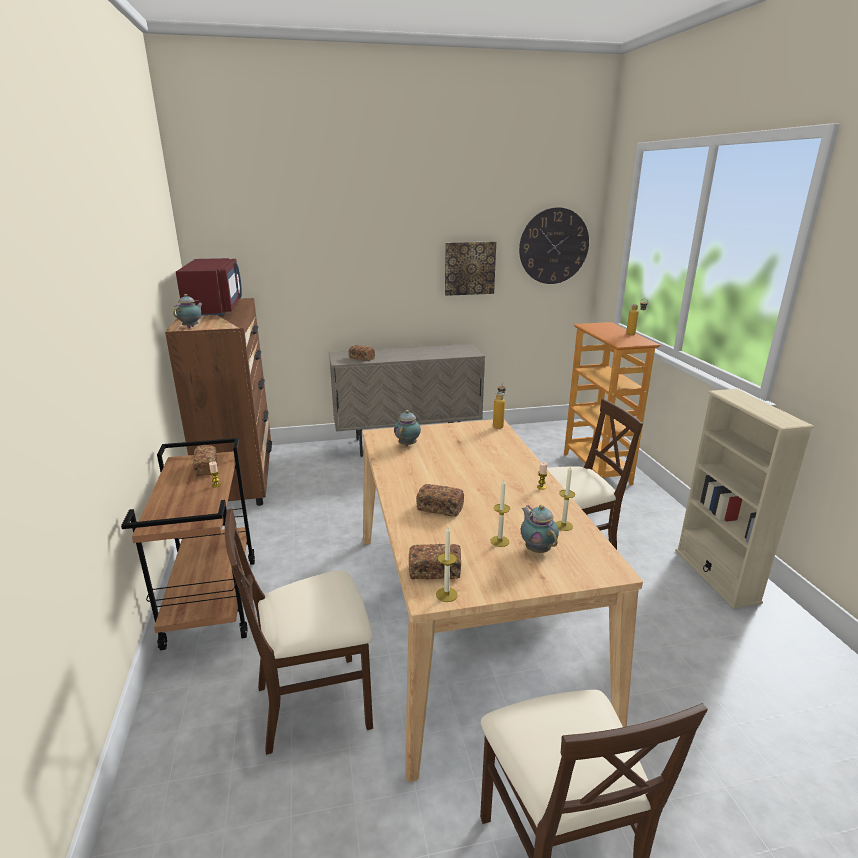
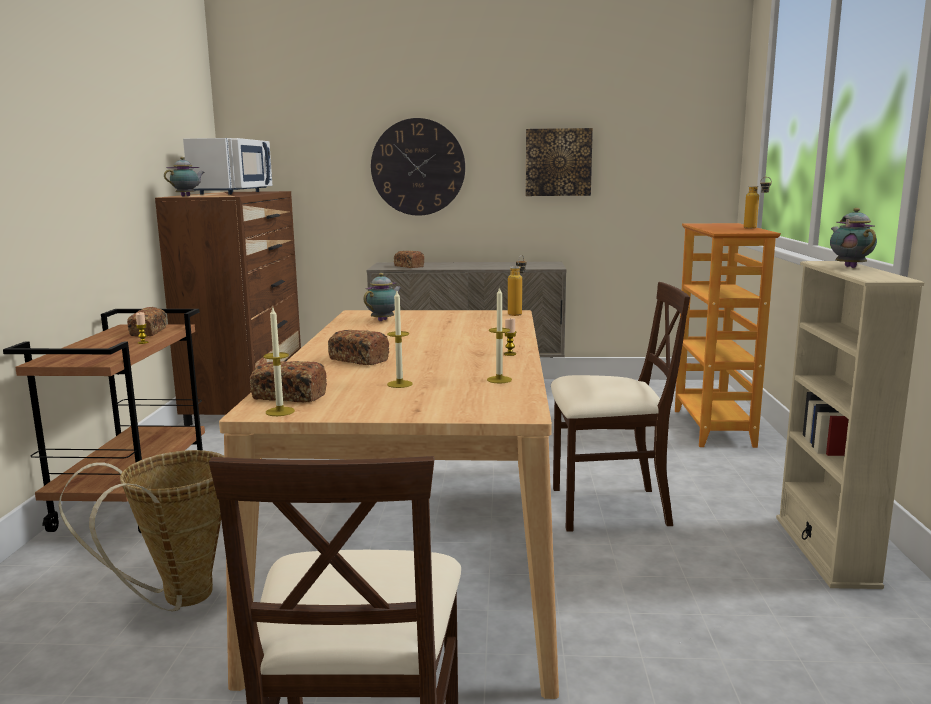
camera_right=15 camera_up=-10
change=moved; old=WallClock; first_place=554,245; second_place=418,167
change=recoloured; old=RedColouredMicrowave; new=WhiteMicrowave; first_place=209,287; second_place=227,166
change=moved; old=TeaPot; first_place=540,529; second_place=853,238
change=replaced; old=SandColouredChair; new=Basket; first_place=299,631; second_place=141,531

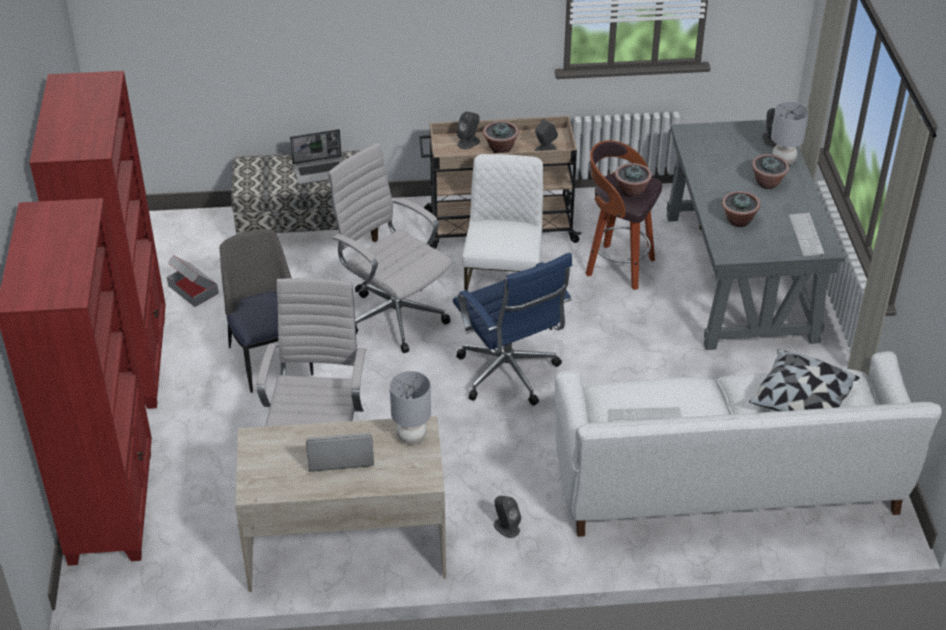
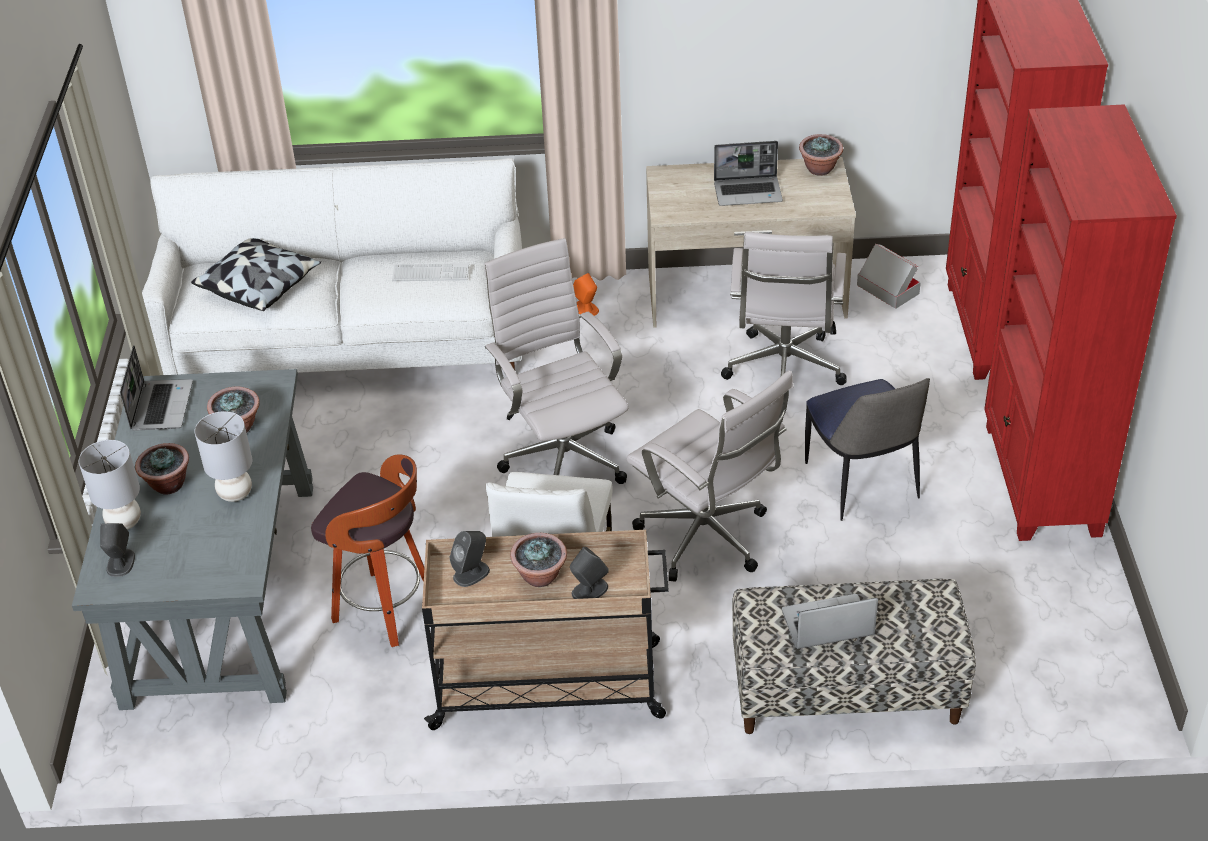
camera_right=-175 camera_up=0
change=moved; old=Houseplant; first_place=633,180; second_place=821,155
change=replaced; old=ComputerKeyboard; new=NotebookComputer; first_place=807,234; second_place=156,388
change=recoloured; old=BluishComputerChair; new=WhiteComputerChair; first_place=512,328; second_place=556,361
change=moved; old=PackingBox; first_place=193,281; second_place=889,276
change=moved; old=GreyTableLamp; first_place=410,407; second_place=223,456
change=recoloured; old=GreySpeaker; new=OrangeSpeaker; first_place=507,517; second_place=586,294

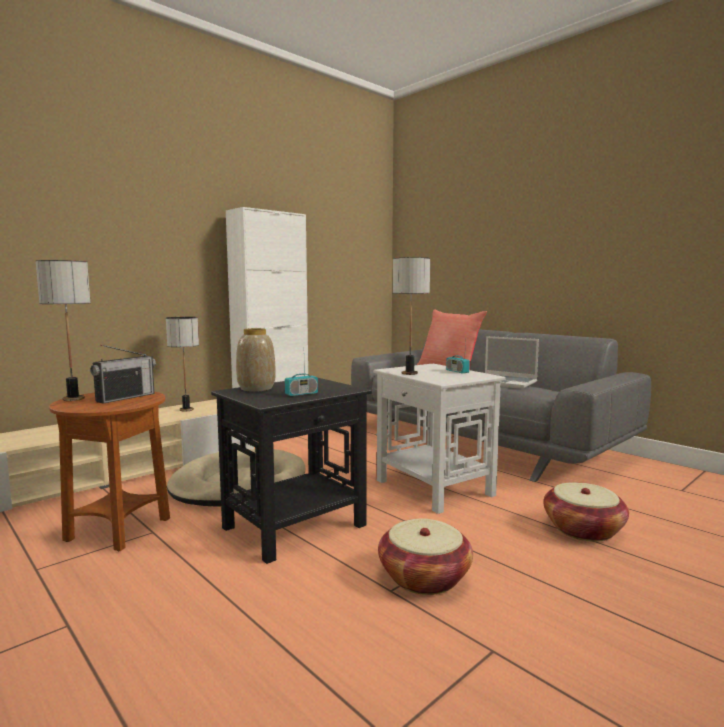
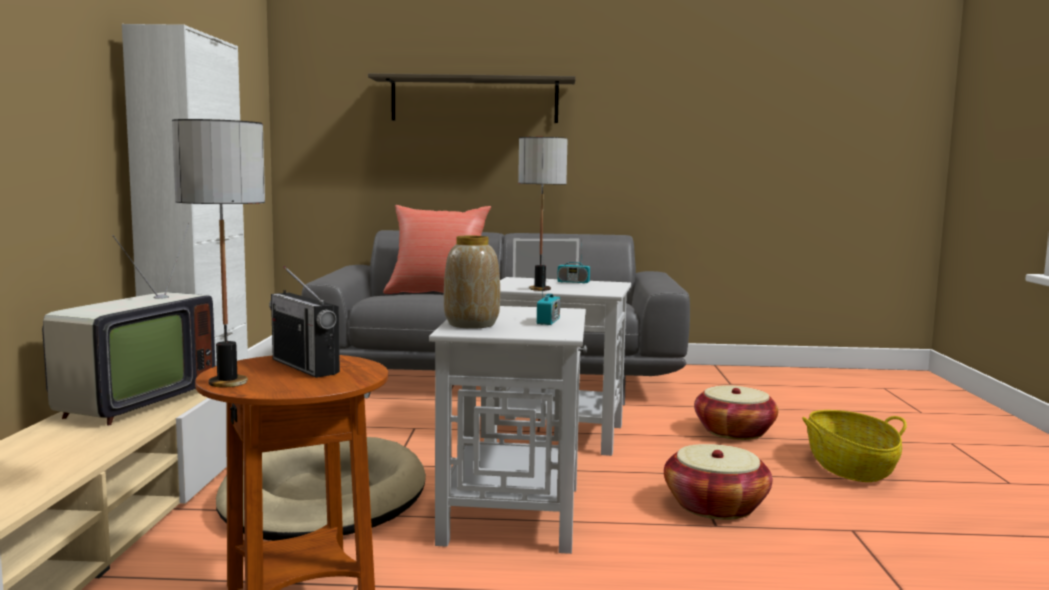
camera_right=-45 camera_up=0
change=replaced; old=TableLamp; new=Tv; first_place=182,364; second_place=128,324
change=turned; old=RadioSet; first_place=123,374; second_place=304,322; degrees=150
change=recoloured; old=BlackEndTable; new=WhiteEndTable; first_place=291,471; second_place=508,430
change=added; new=WallShelf; second_place=472,98
change=added; new=Basket; second_place=854,446

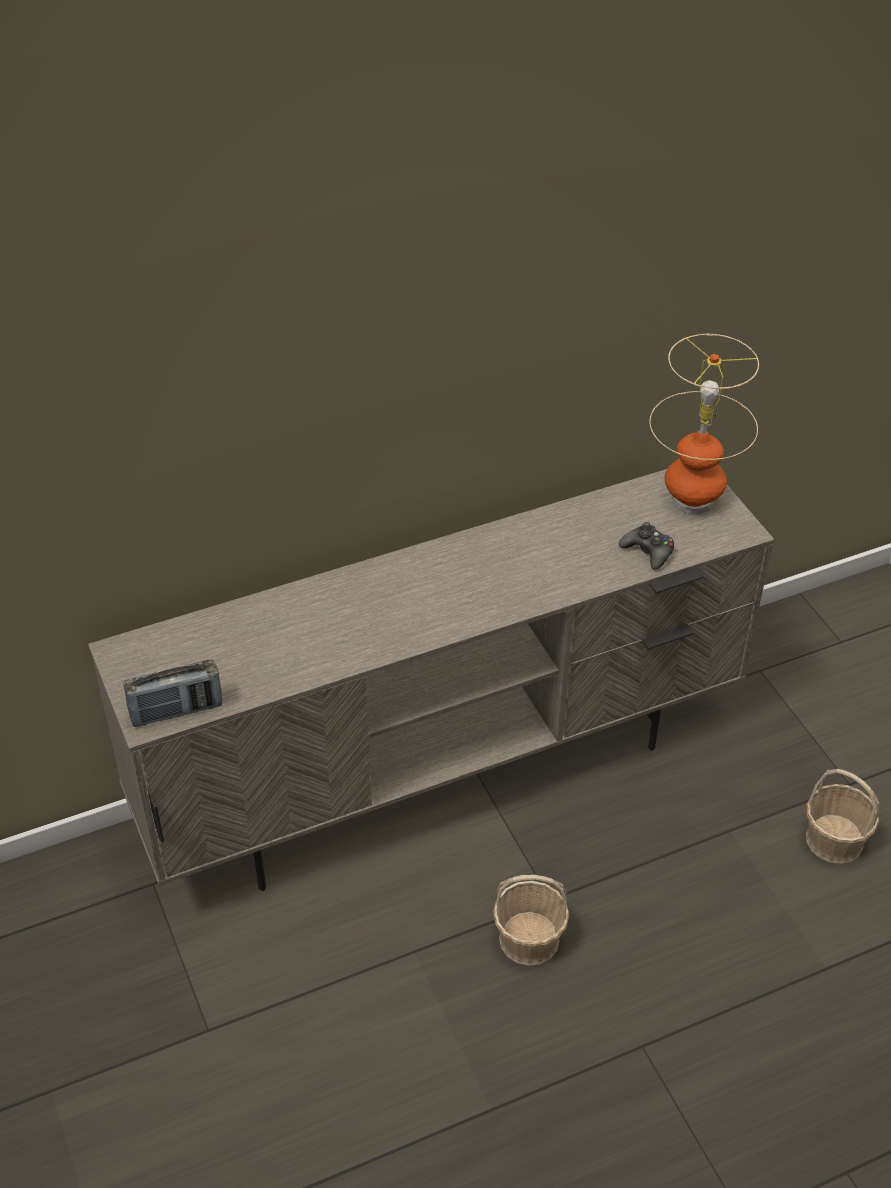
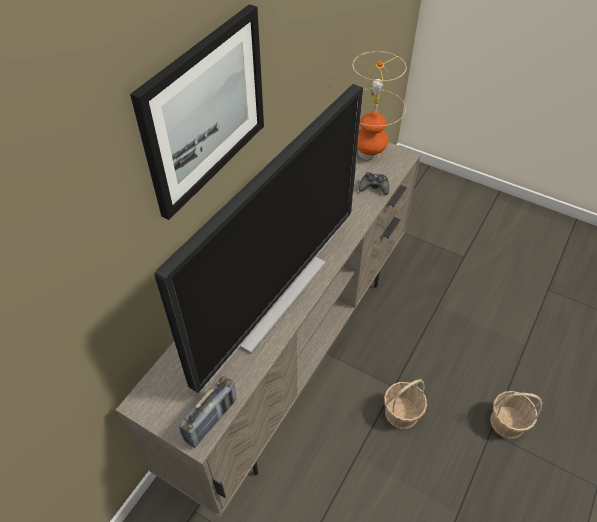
camera_right=-35 camera_up=5
change=moved; old=Basket; first_place=842,816; second_place=516,415
change=added; new=WallPicture; second_place=197,112
change=added; new=Tv; second_place=258,238

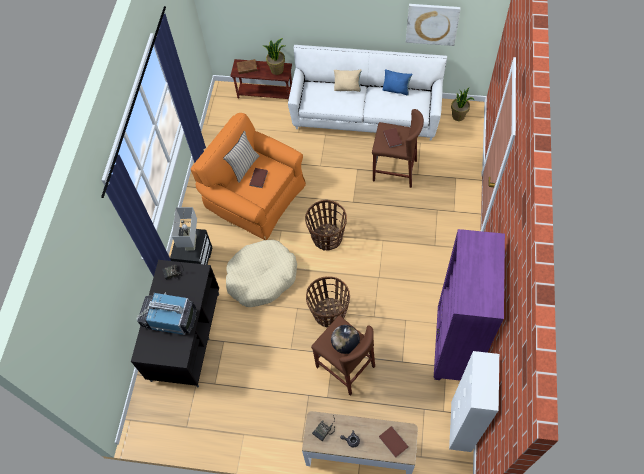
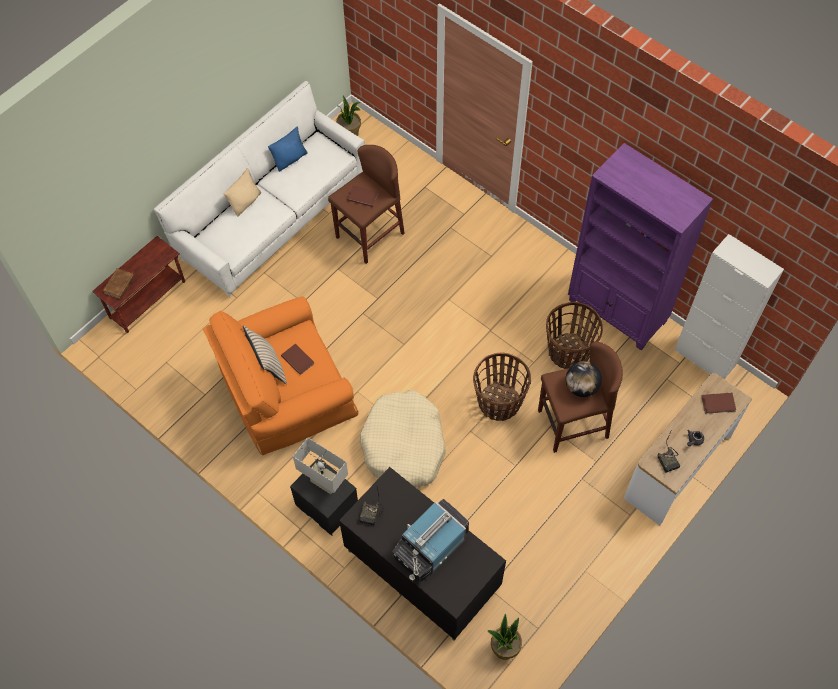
camera_right=-60 camera_up=0
change=removed; old=WallPicture; first_place=433,25
change=moved; old=Houseplant; first_place=274,56; second_place=505,636
change=moved; old=Basket; first_place=326,225; second_place=574,335

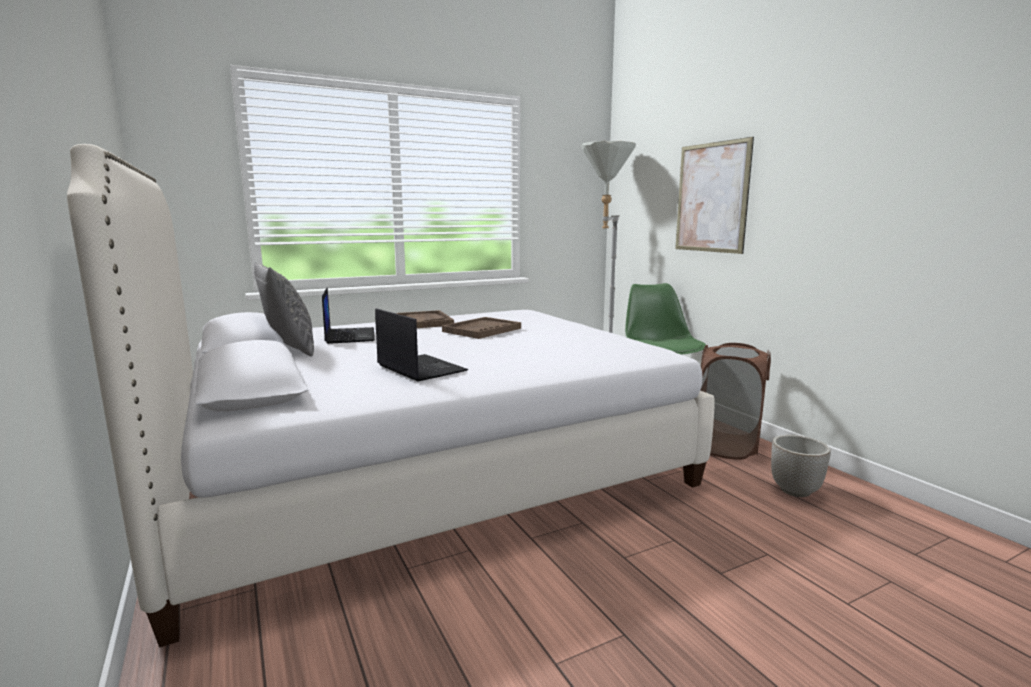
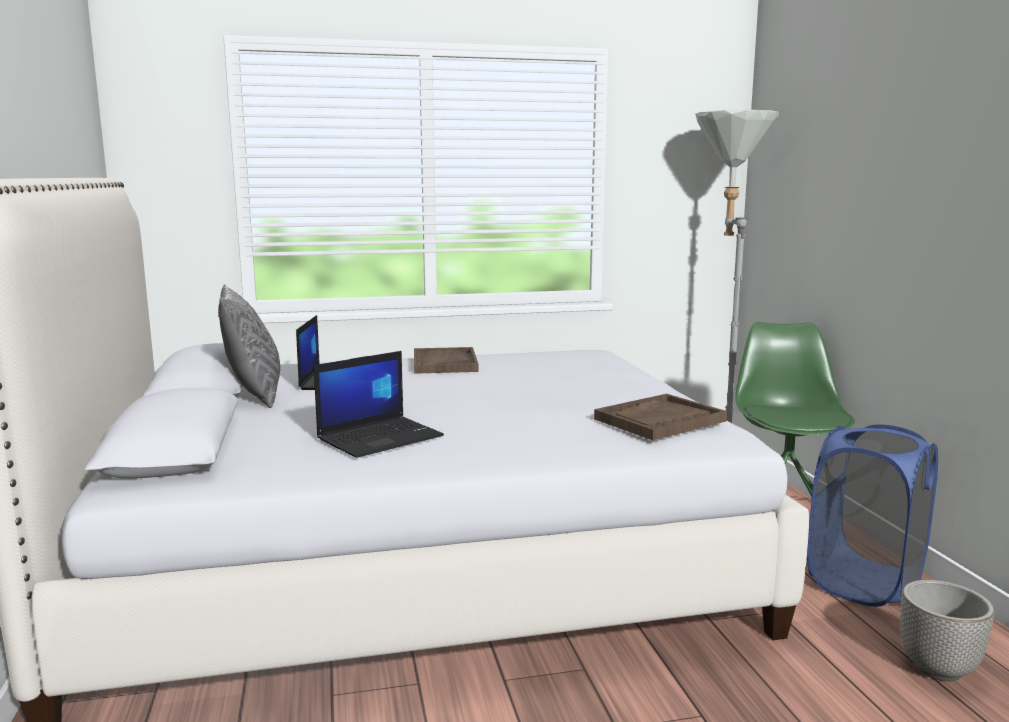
camera_right=15 camera_up=0
change=removed; old=WallPicture; first_place=714,195
change=turned; old=NotebookComputer; first_place=421,345; second_place=379,404; degrees=75
change=moved; old=BrownColouredCarryingTray; first_place=481,328; second_place=660,417
change=recoloured; old=BrownColouredLaundryBasket; new=BluishLaundryBasket; first_place=735,401; second_place=872,515

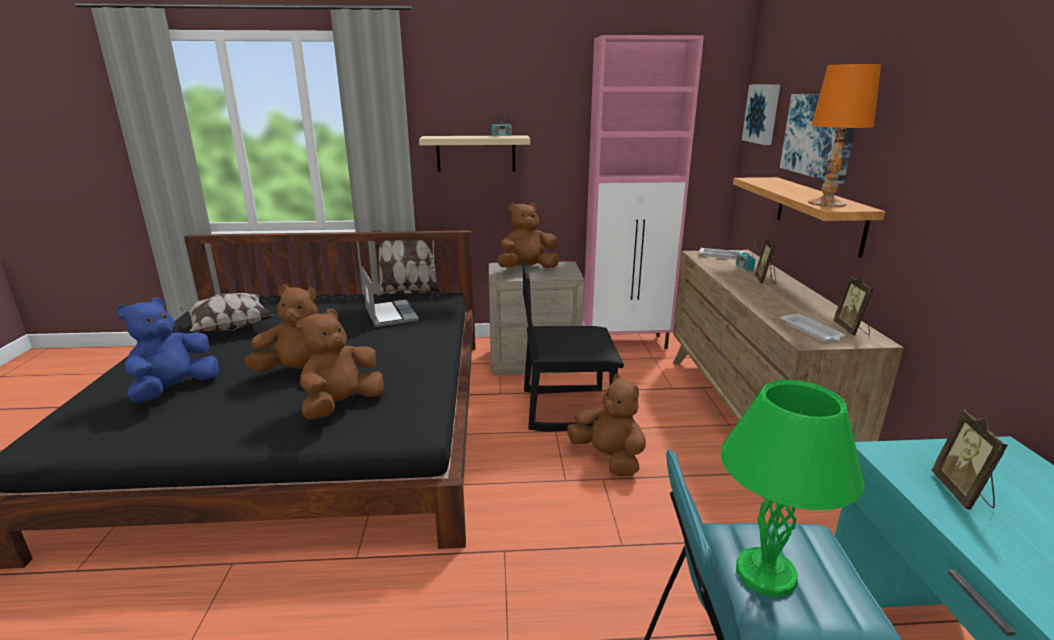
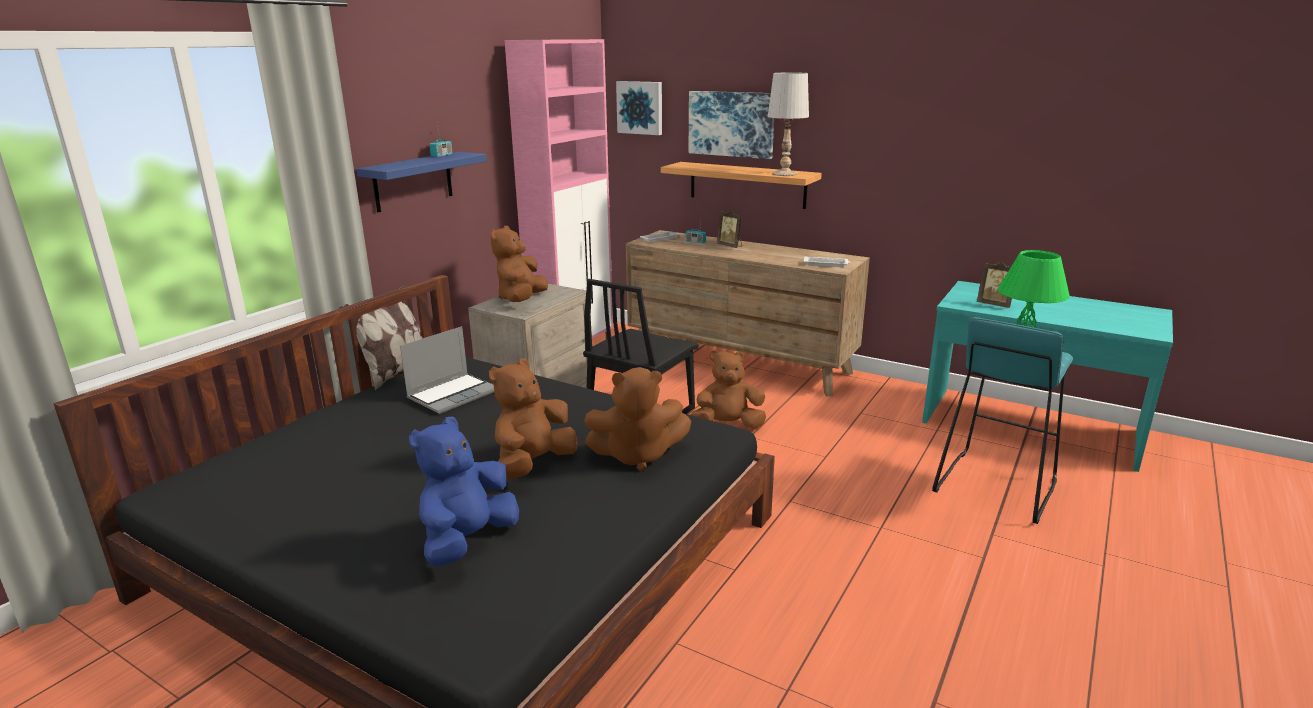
camera_right=-55 camera_up=0
change=recoloured; old=OrangeTableLamp; new=WhiteTableLamp; first_place=844,135; second_place=788,124
change=recoloured; old=SandColouredWallShelf; new=BluishWallShelf; first_place=474,154; second_place=421,182
change=turned; old=NotebookComputer; first_place=390,296; second_place=447,370; degrees=120
change=removed; old=PhotoFrame; first_place=853,305
change=removed; old=ThrowPillow; first_place=227,312
change=turned; old=BluishSoftToy; first_place=168,350; second_place=464,492; degrees=60
change=turned; old=BrownColouredSoftToy; first_place=339,364; second_place=637,419; degrees=-75

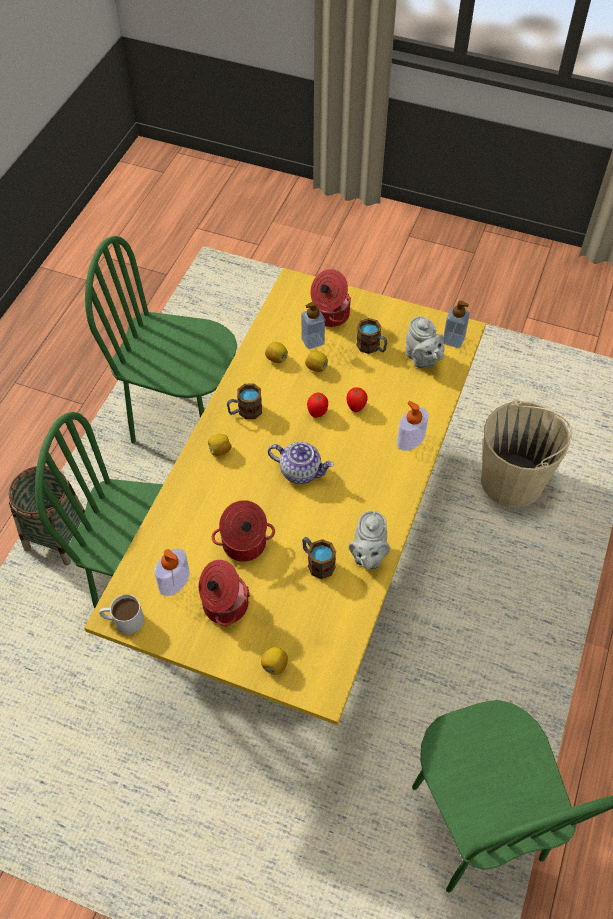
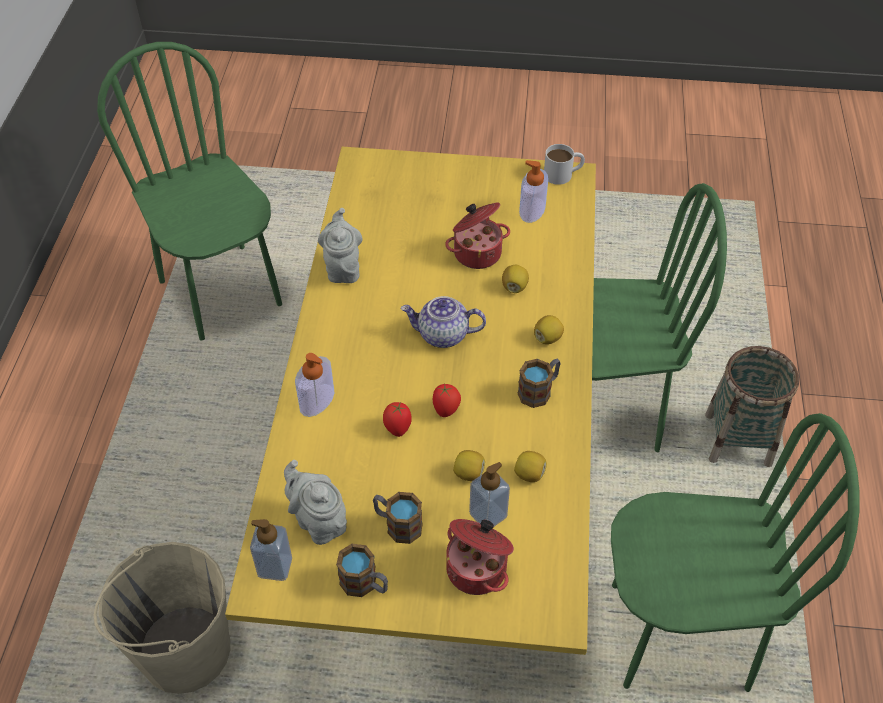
camera_right=165 camera_up=-5
change=moved; old=Mug; first_place=319,558; second_place=362,570
change=removed; old=Saucepot; first_place=224,593
change=moved; old=CitrusFruit; first_place=274,661; second_place=515,279

